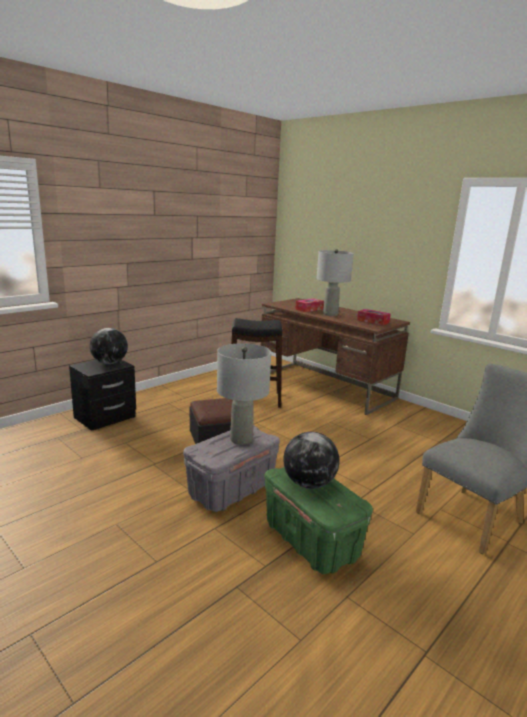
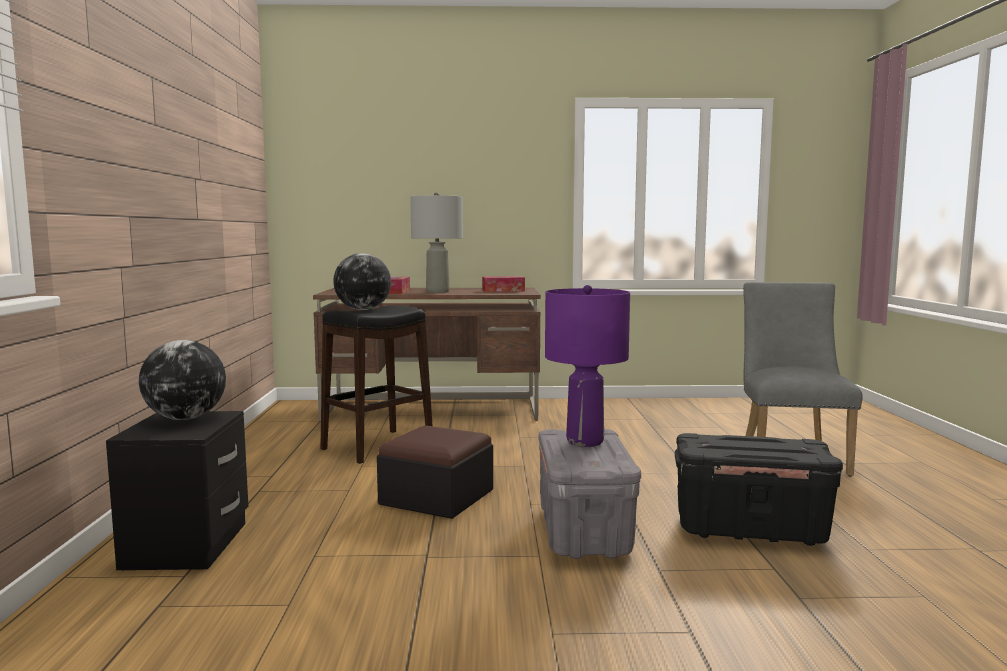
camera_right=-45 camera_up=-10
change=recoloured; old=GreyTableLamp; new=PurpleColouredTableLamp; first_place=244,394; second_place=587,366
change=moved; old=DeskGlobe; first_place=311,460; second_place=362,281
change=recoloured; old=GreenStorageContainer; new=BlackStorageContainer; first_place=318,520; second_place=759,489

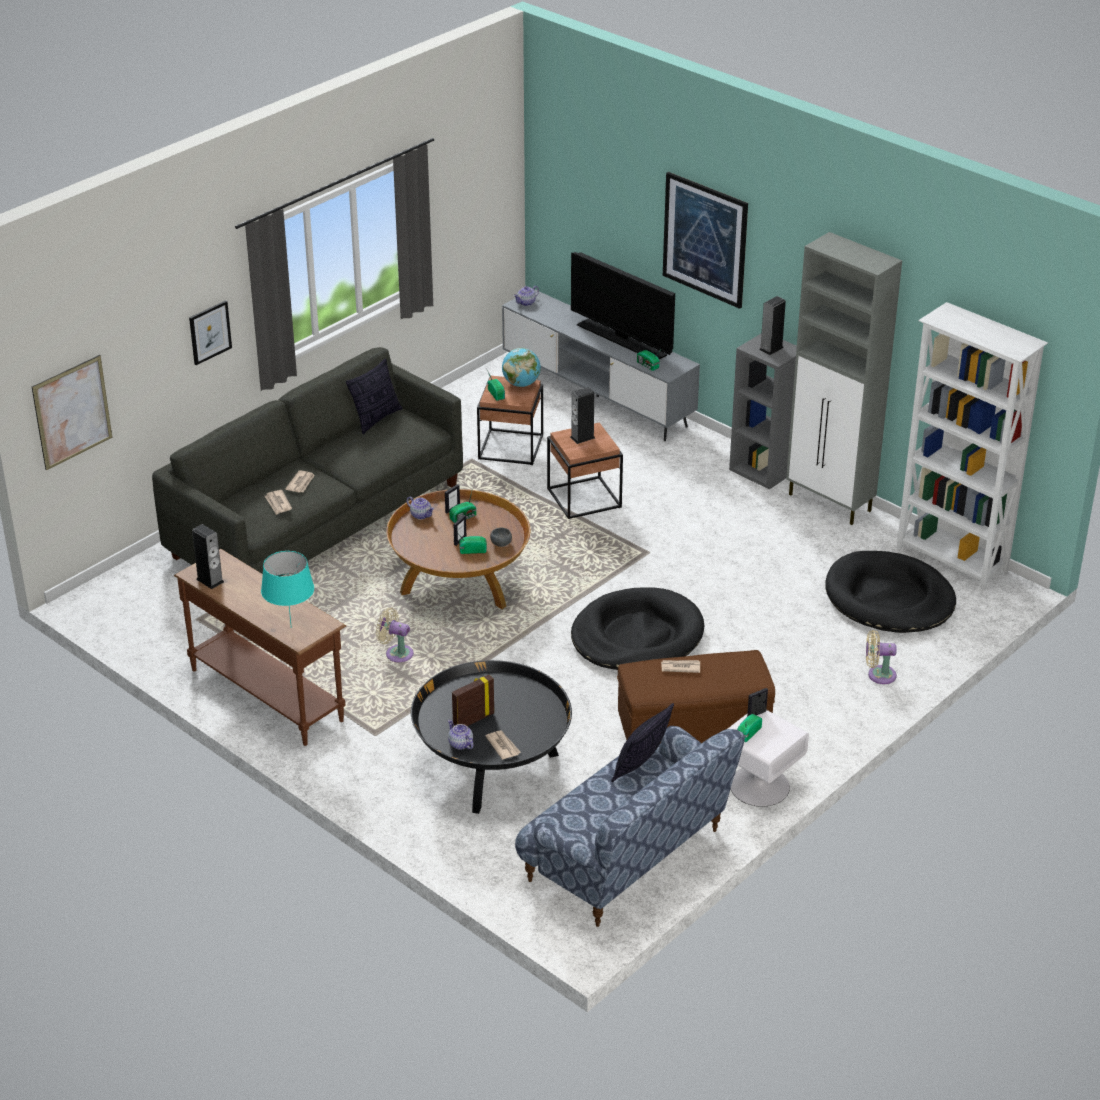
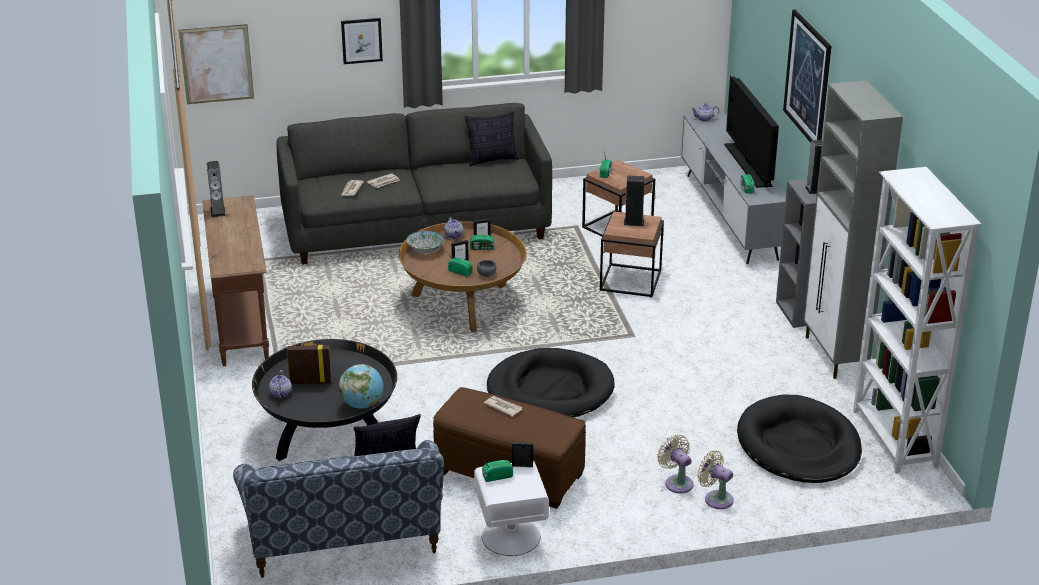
camera_right=35 camera_up=-5
change=moved; old=DeskGlobe; first_place=521,367; second_place=361,386
change=removed; old=TurquoiseColouredTableLamp; first_place=287,589
change=moved; old=SandColouredFan; first_place=395,635; second_place=675,463
change=removed; old=Newspaper; first_place=503,745
change=added; new=Bowl; second_place=425,241

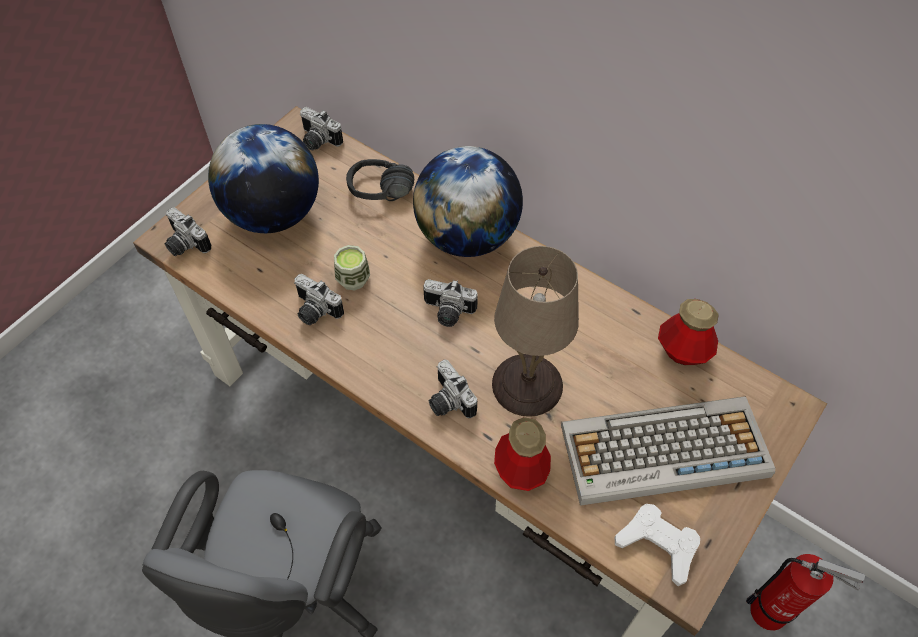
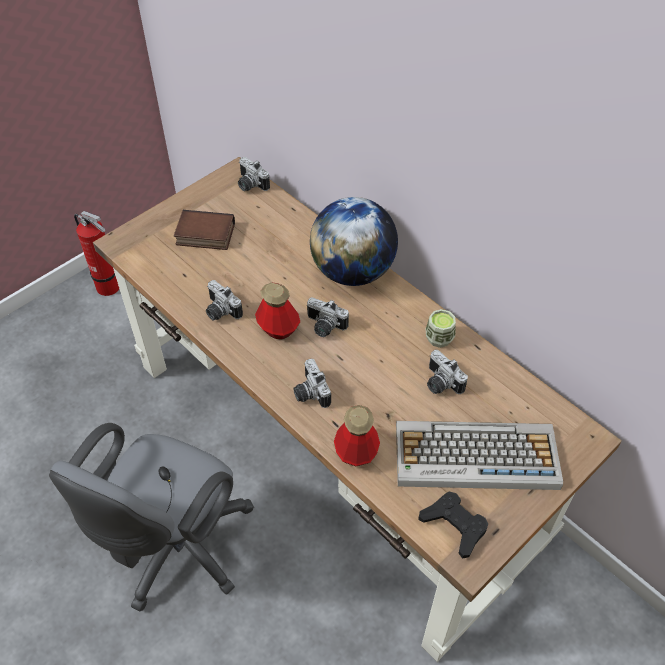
camera_right=10 camera_up=-5
change=replaced; old=DeskGlobe; new=Volume; first_place=263,178; second_place=204,230
change=removed; old=BlackHeadphones; first_place=380,180
change=moved; old=StillCamera; first_place=188,231; second_place=447,372
change=moved; old=Cup; first_place=352,267; second_place=441,328
change=removed; old=SandColouredTableLamp; first_place=535,331
change=moved; old=BeverageBottle; first_place=688,332; second_place=277,311
change=recoloured; old=WhiteJoypad; new=BlackJoypad; first_place=657,545; second_place=453,525
change=moved; old=FireFightingCylinder; first_place=805,592; second_place=96,253

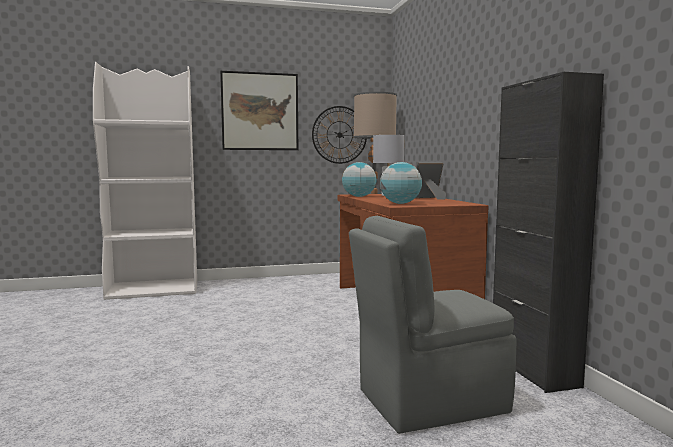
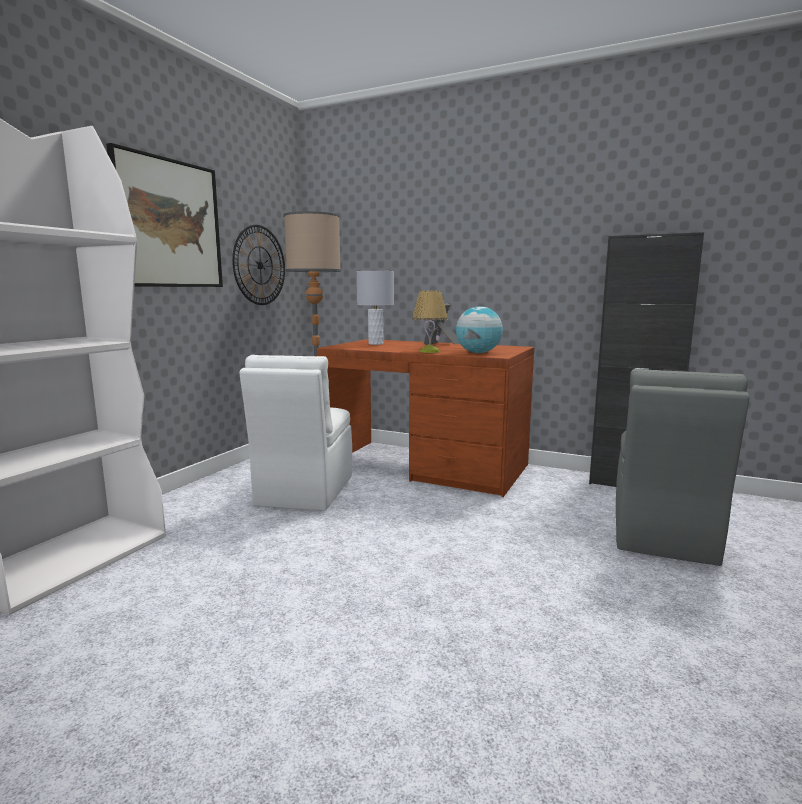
camera_right=-50 camera_up=5
change=removed; old=DeskGlobe; first_place=359,179
change=added; new=TableLamp; second_place=430,321
change=added; new=WhiteChair; second_place=295,433

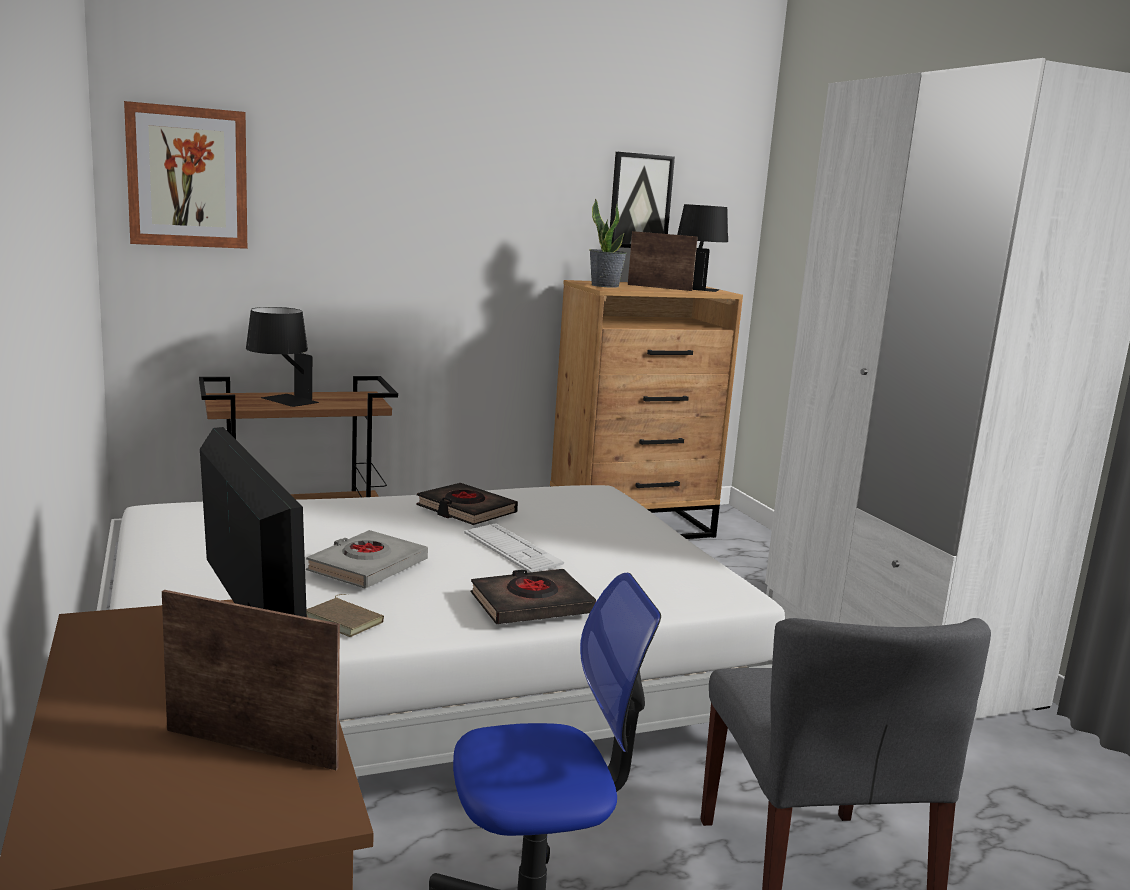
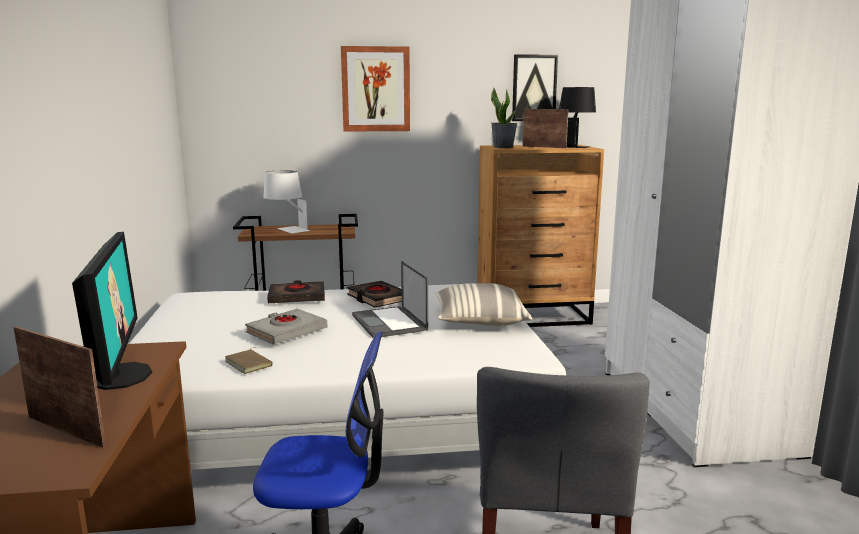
camera_right=15 camera_up=0
change=moved; old=WallPicture; first_place=185,175; second_place=375,89
change=recoloured; old=BlackTableLamp; new=WhiteTableLamp; first_place=282,357; second_place=287,201
change=replaced; old=ComputerKeyboard; new=NotebookComputer; first_place=514,547; second_place=390,299
change=moved; old=BlackVolume; first_place=533,596; second_place=296,291
change=added; new=ThrowPillow; second_place=483,304

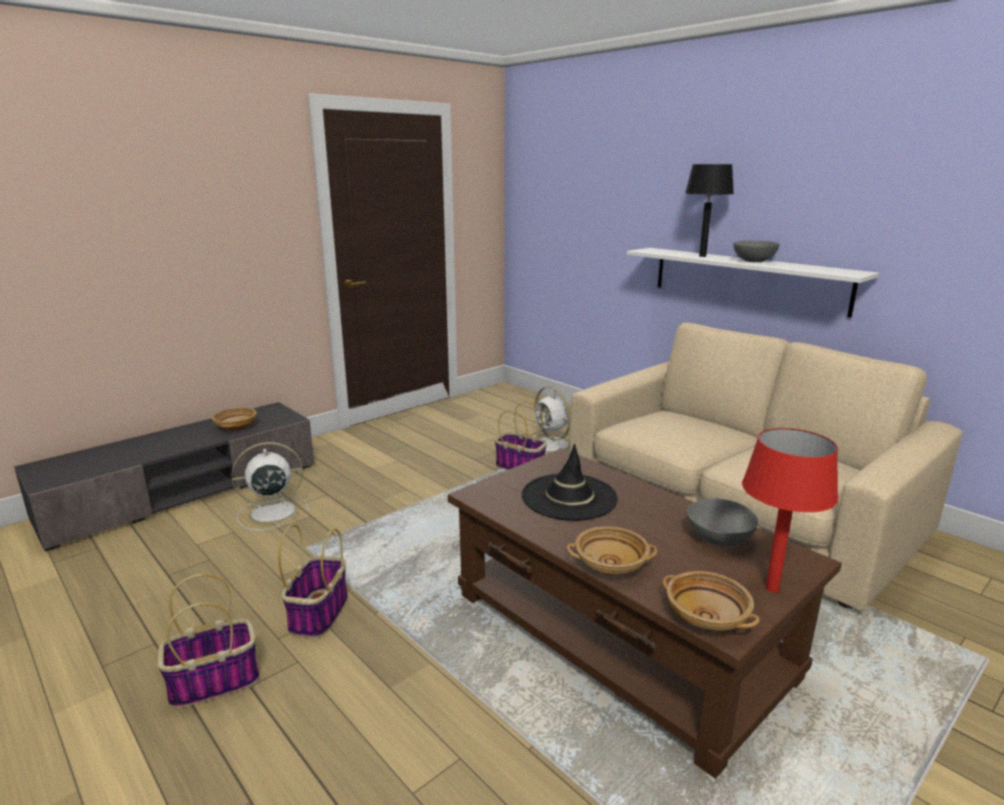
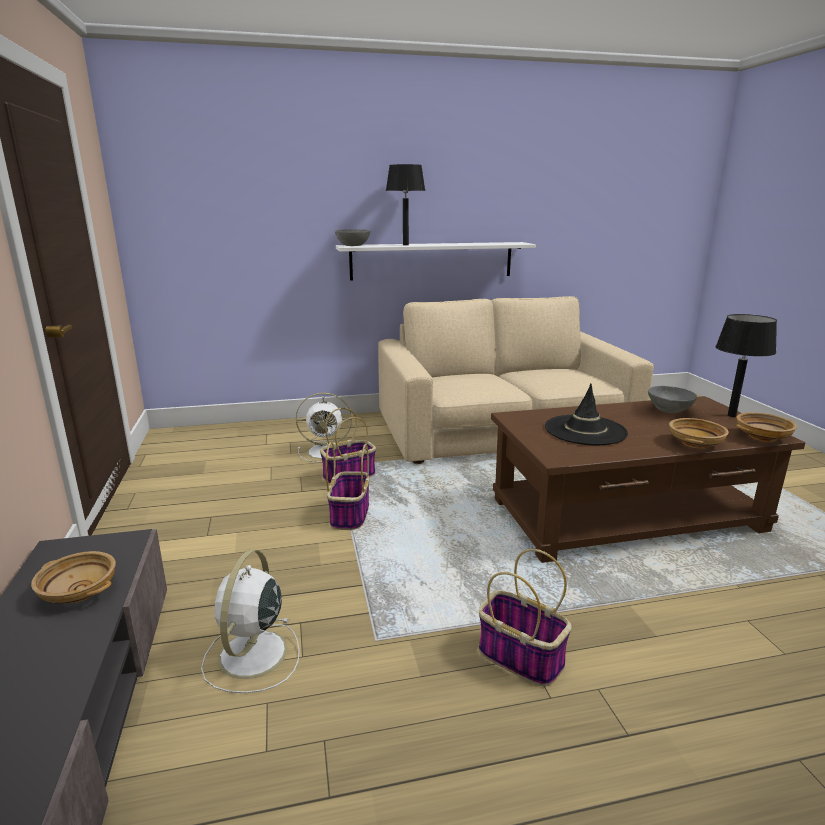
camera_right=-60 camera_up=0
change=moved; old=GreyBowl; first_place=756,251; second_place=352,237
change=recoloured; old=RedColouredTableLamp; new=BlackTableLamp; first_place=790,510; second_place=746,365
change=moved; old=Basket; first_place=208,641; second_place=347,486

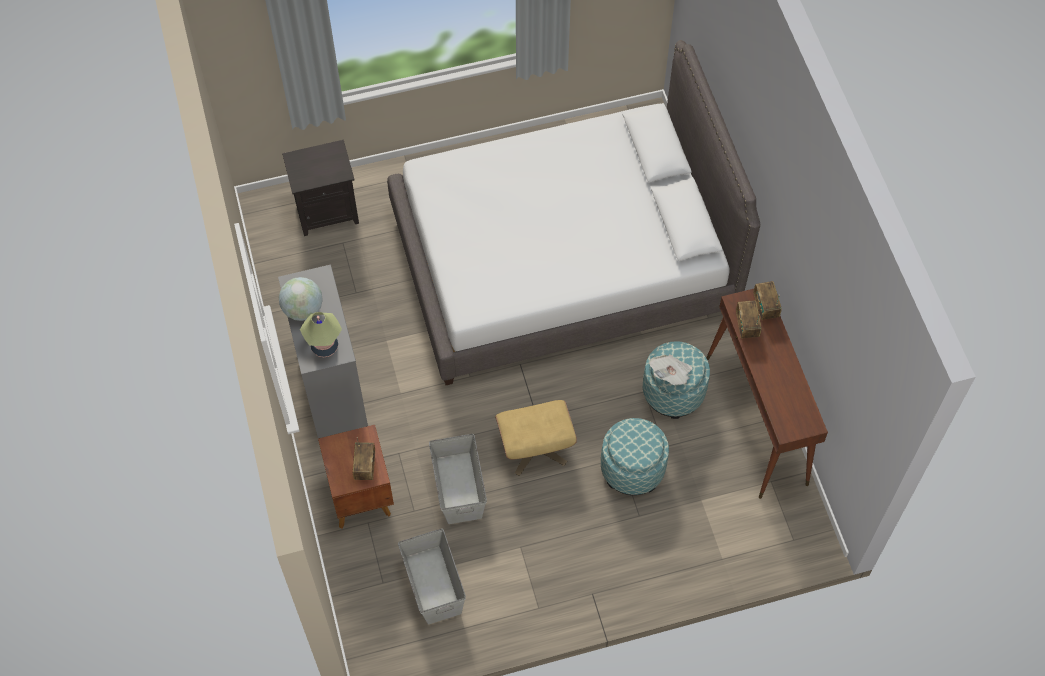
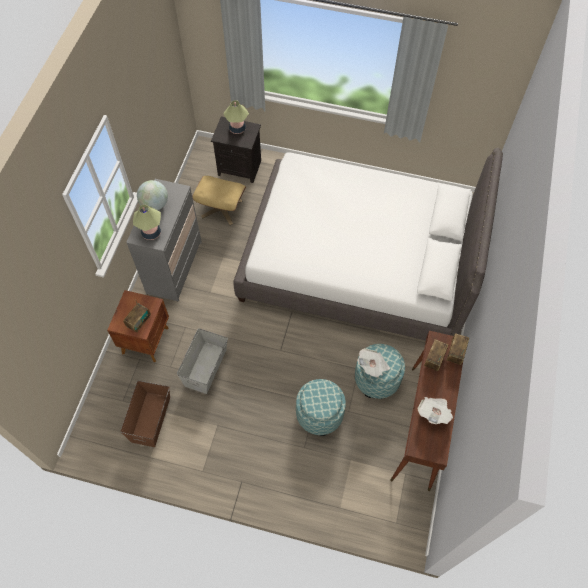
camera_right=30 camera_up=0
change=moved; old=SandColouredPouffe; first_place=536,438; second_place=219,200
change=recoloured; old=GreyStorageContainer; new=BrownColouredStorageContainer; first_place=432,576; second_place=145,413
change=added; new=TableLamp; second_place=236,117
change=added; new=Newspaper; second_place=435,410

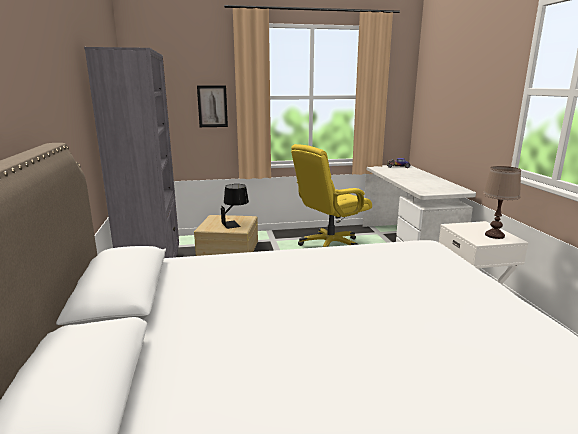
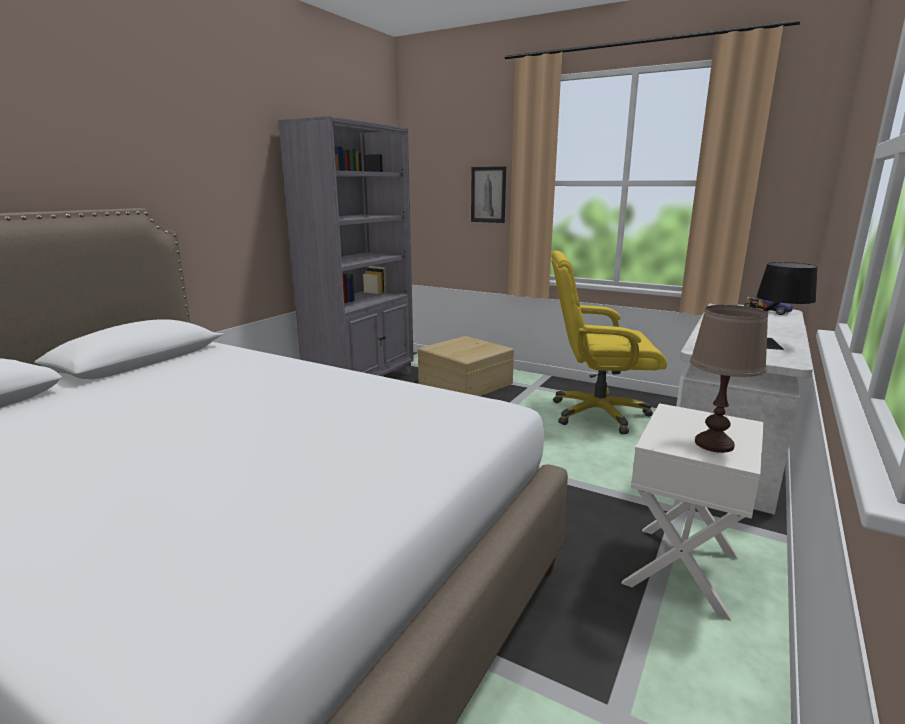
camera_right=40 camera_up=0
change=moved; old=BlackTableLamp; first_place=235,206; second_place=782,306

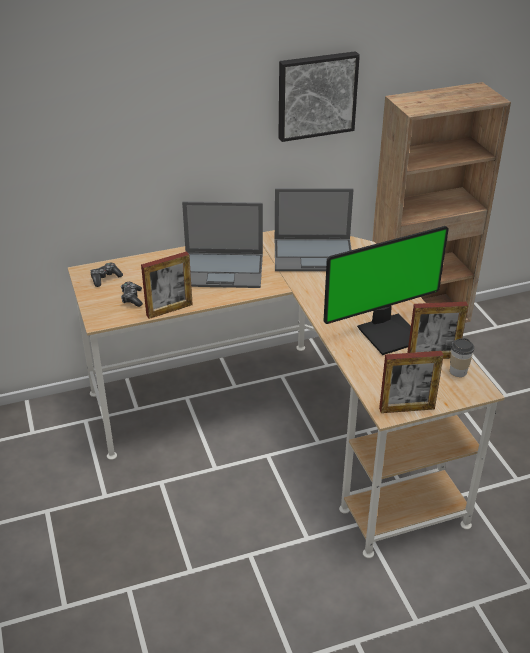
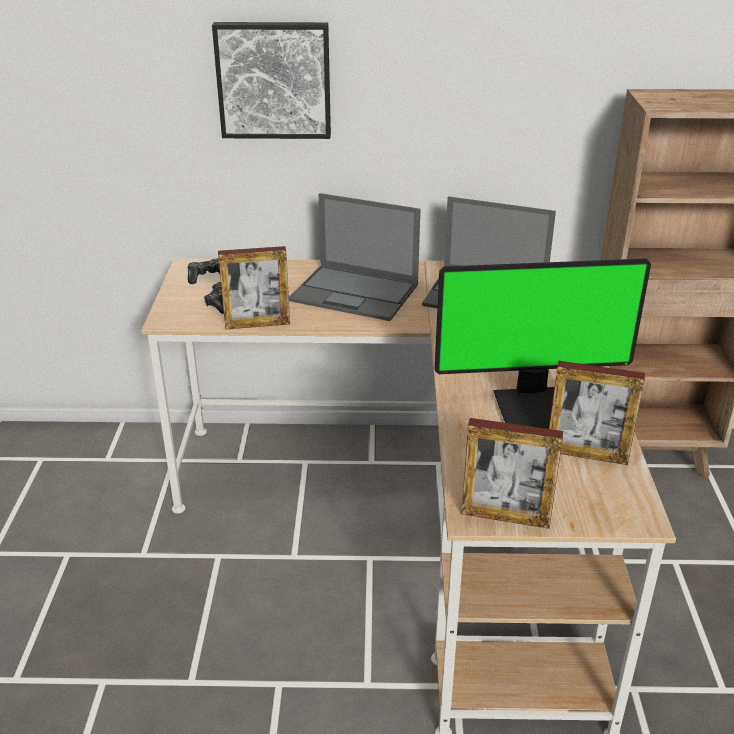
camera_right=20 camera_up=-5
change=moved; old=WallPicture; first_place=319,96; second_place=271,80
change=removed; old=Cup; first_place=462,357

